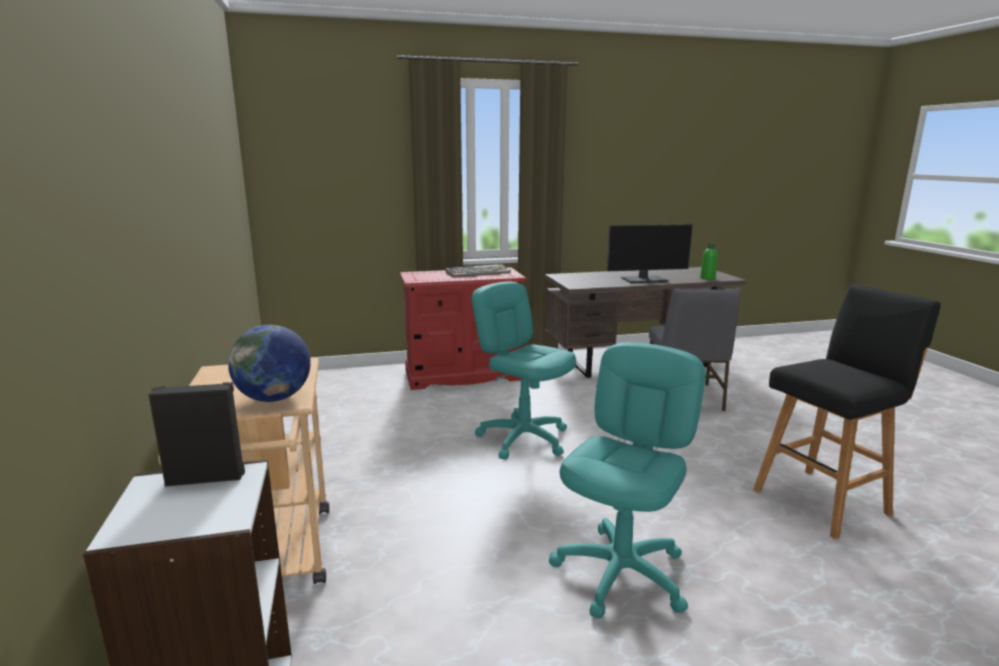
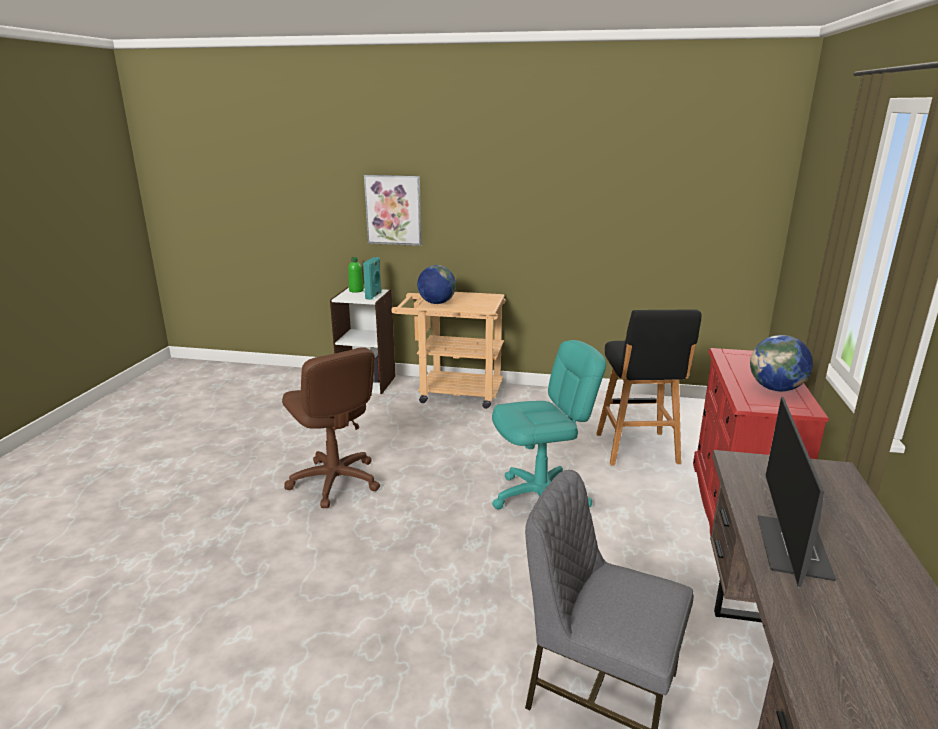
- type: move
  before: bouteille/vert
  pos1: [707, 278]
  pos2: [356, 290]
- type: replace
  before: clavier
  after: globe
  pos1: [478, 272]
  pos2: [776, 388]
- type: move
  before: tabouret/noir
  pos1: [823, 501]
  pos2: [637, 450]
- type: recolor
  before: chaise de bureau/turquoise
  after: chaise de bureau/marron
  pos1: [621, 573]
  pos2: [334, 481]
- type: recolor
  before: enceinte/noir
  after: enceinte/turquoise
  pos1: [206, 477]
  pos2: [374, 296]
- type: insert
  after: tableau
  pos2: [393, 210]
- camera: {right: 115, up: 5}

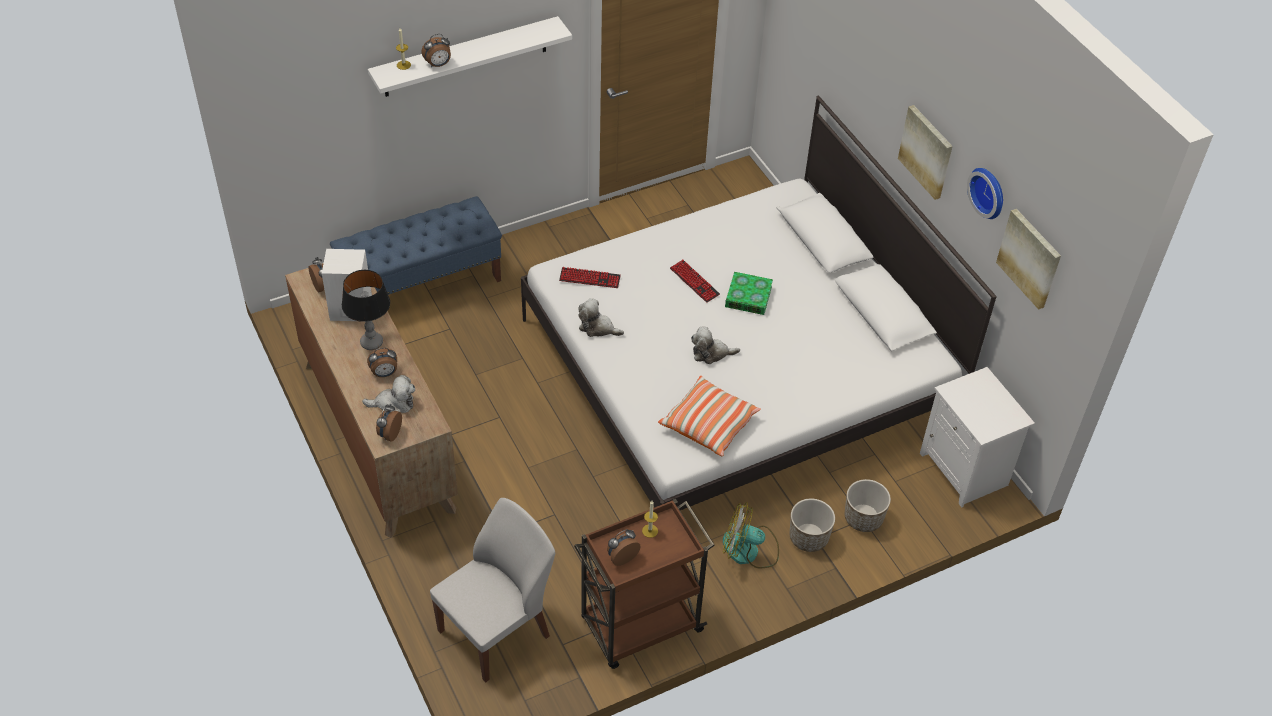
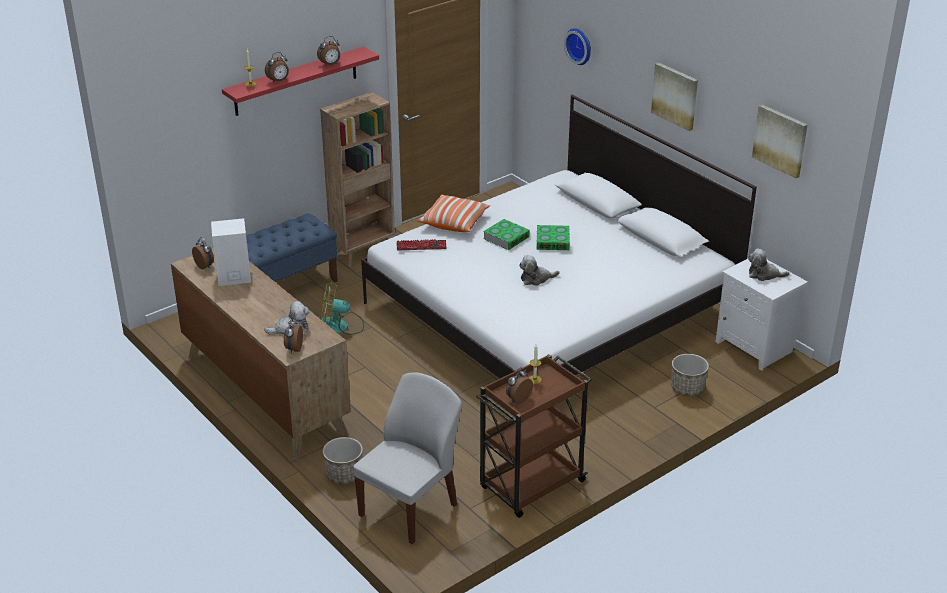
- type: recolor
  before: étagère/blanc
  after: étagère/rouge
  pos1: [465, 57]
  pos2: [296, 81]
- type: move
  before: horloge murale
  pos1: [989, 192]
  pos2: [580, 45]
- type: replace
  before: clavier
  after: livre
  pos1: [694, 282]
  pos2: [506, 238]
- type: delete
  before: lampe de table
  pos1: [371, 343]
- type: move
  before: peluche
  pos1: [598, 328]
  pos2: [764, 274]
- type: move
  before: réveil
  pos1: [384, 374]
  pos2: [330, 64]
- type: move
  before: coussin
  pos1: [709, 424]
  pos2: [454, 222]
- type: move
  before: cache-pot
  pos1: [808, 537]
  pos2: [344, 475]
- type: move
  before: ventilateur
  pos1: [749, 550]
  pos2: [341, 326]
- type: insert
  after: bibliothèque/marron
  pos2: [363, 251]
- camera: {right: -10, up: -15}

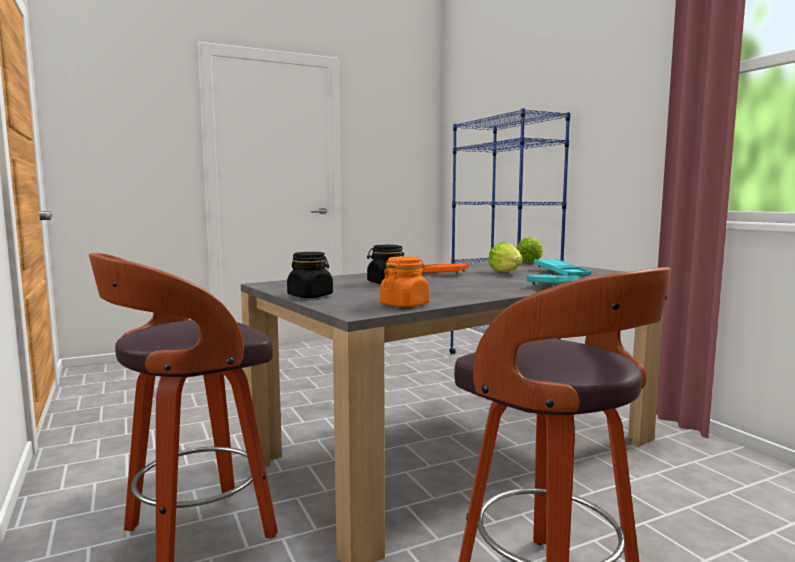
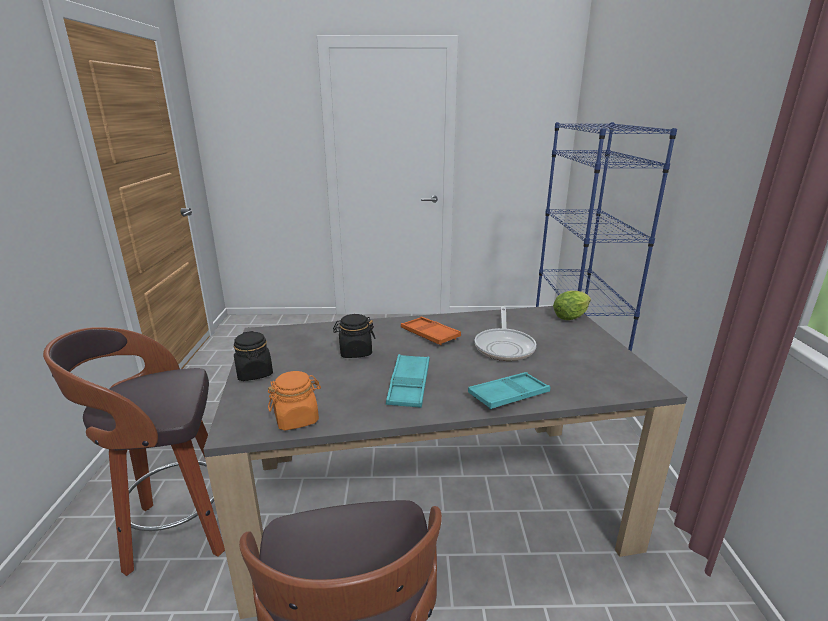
- type: replace
  before: laitue
  after: poêle
  pos1: [507, 273]
  pos2: [504, 346]
- type: move
  before: plateau/turquoise
  pos1: [561, 272]
  pos2: [409, 385]
- camera: {right: 25, up: 15}

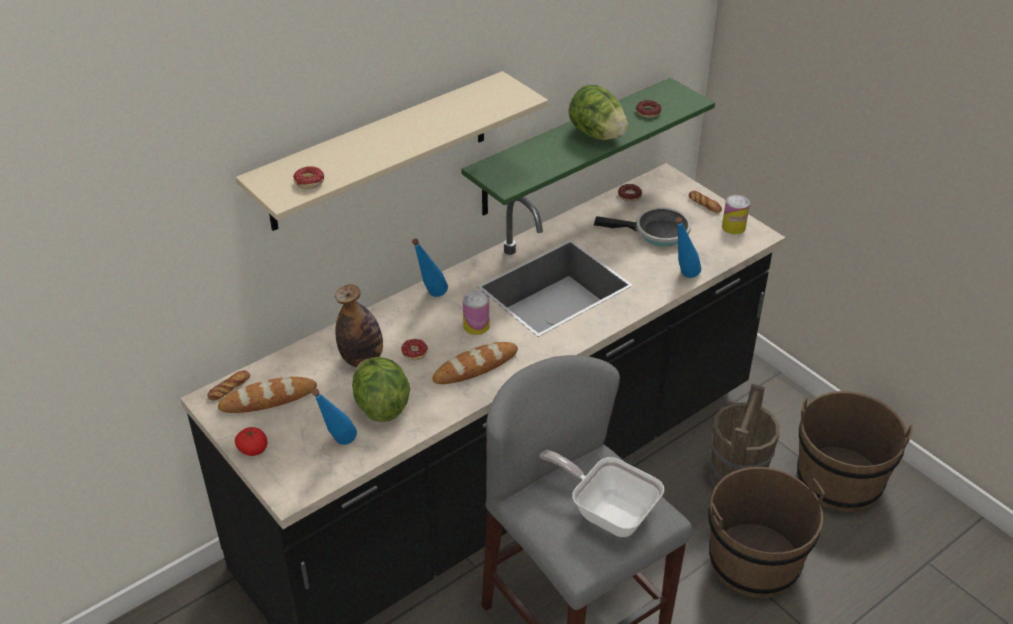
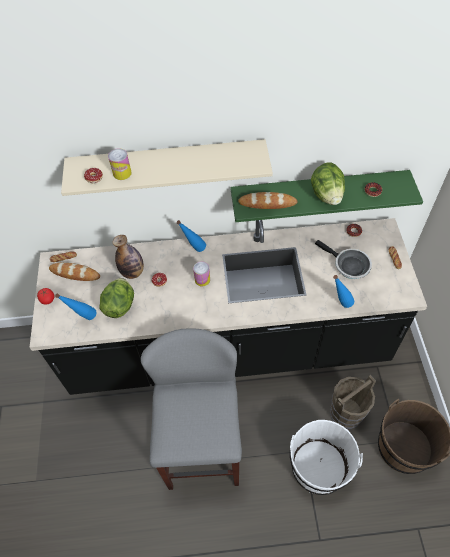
- type: move
  before: boîte métallique
  pos1: [733, 227]
  pos2: [122, 173]
- type: move
  before: pain
  pos1: [475, 367]
  pos2: [267, 203]
- type: delete
  before: poêle
  pos1: [607, 511]
- type: recolor
  before: seau/marron
  after: seau/blanc
  pos1: [754, 561]
  pos2: [318, 467]
- camera: {right: 35, up: 15}

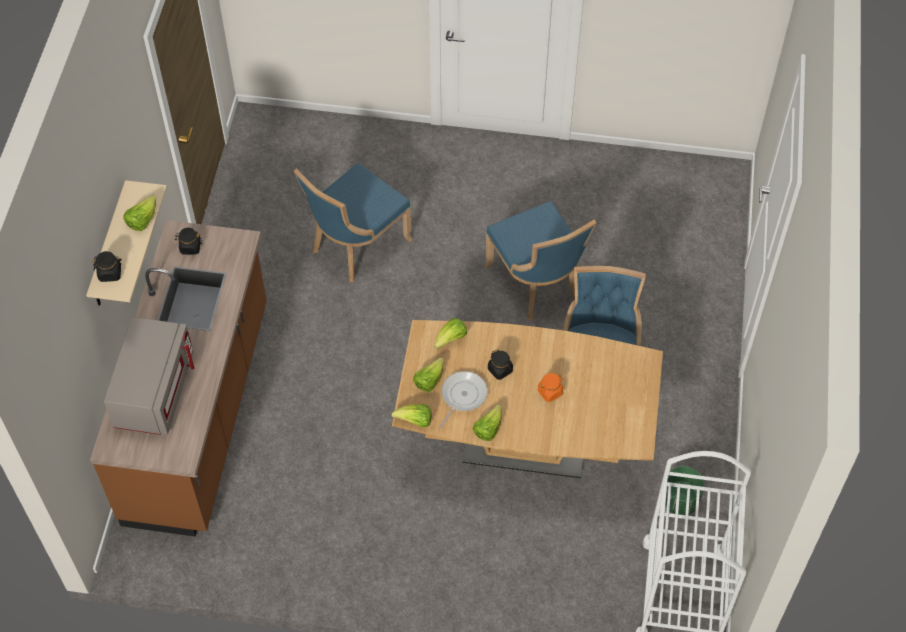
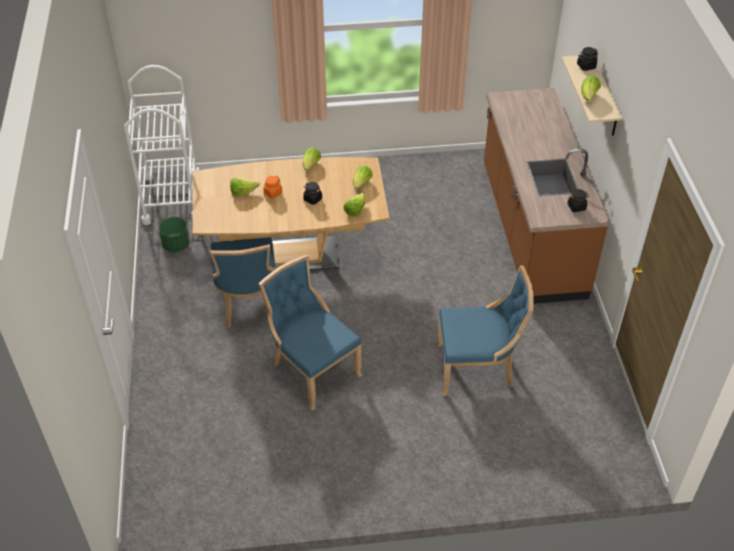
- type: rotate
  before: chaise/bleu
  pos1: [356, 246]
  pos2: [477, 368]
  turn: 60
- type: delete
  before: micro-ondes/gris
  pos1: [154, 391]
- type: delete
  before: poêle
  pos1: [462, 396]
- type: move
  before: laitue
  pos1: [415, 421]
  pos2: [243, 192]
- camera: {right: 165, up: -10}

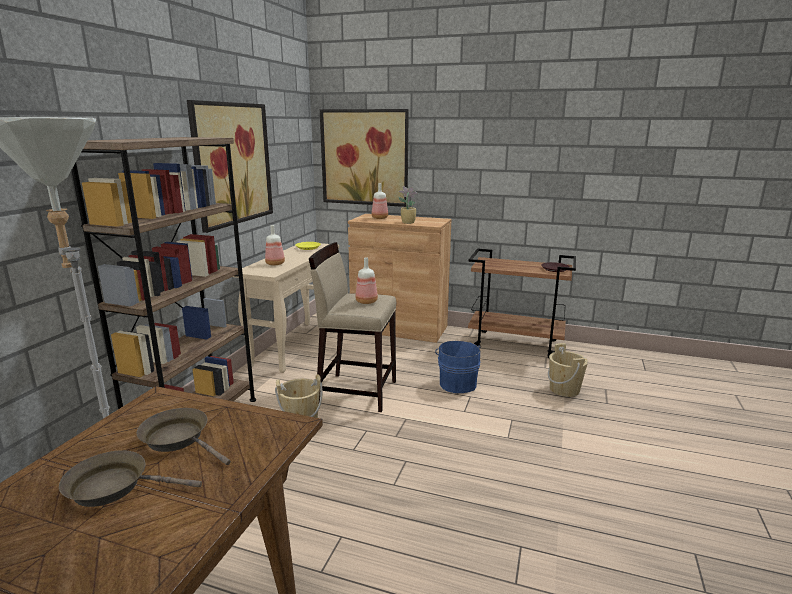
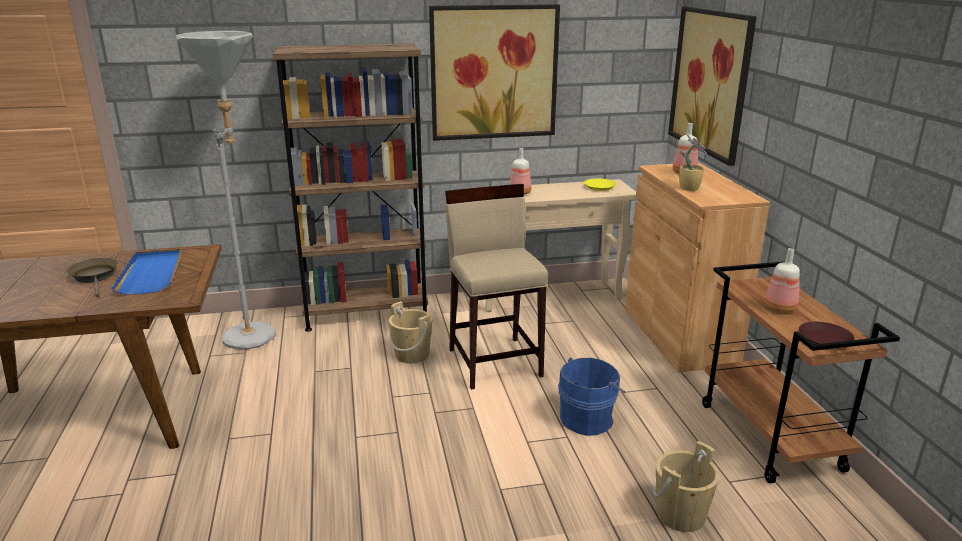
- type: move
  before: bouteille
  pos1: [366, 301]
  pos2: [779, 308]
- type: replace
  before: poêle/marron
  after: plateau/bleu
  pos1: [179, 439]
  pos2: [151, 274]
- camera: {right: 60, up: 5}

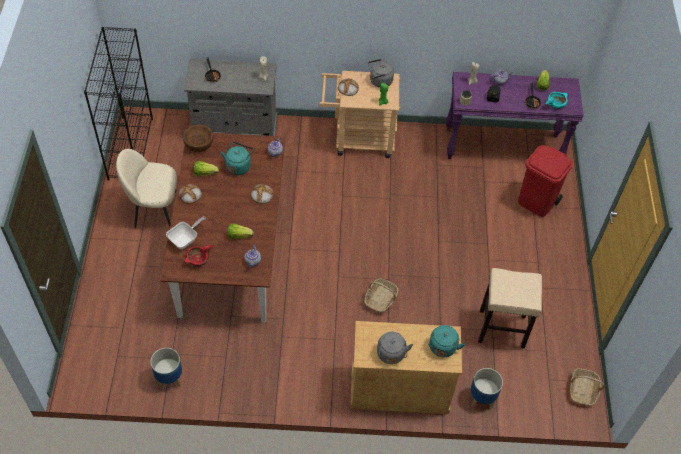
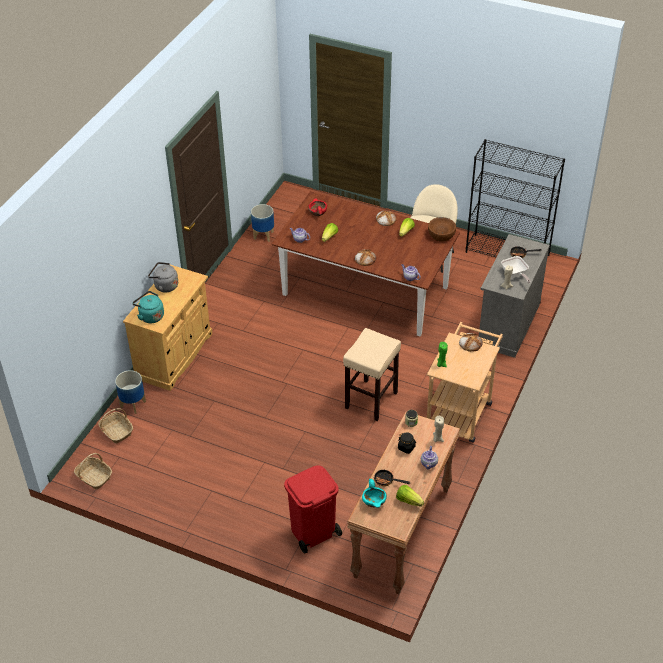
- type: delete
  before: bouilloire/gris
  pos1: [379, 82]
- type: recolor
  before: table console/violet
  after: table console/marron
  pos1: [503, 146]
  pos2: [402, 533]
- type: delete
  before: bouilloire/turquoise
  pos1: [239, 166]
- type: move
  before: poêle
  pos1: [185, 239]
  pos2: [515, 275]
- type: move
  before: tabouret/beige
  pos1: [502, 329]
  pos2: [371, 400]
- type: move
  before: panier
  pos1: [380, 299]
  pos2: [116, 431]
- camera: {right: 115, up: -10}

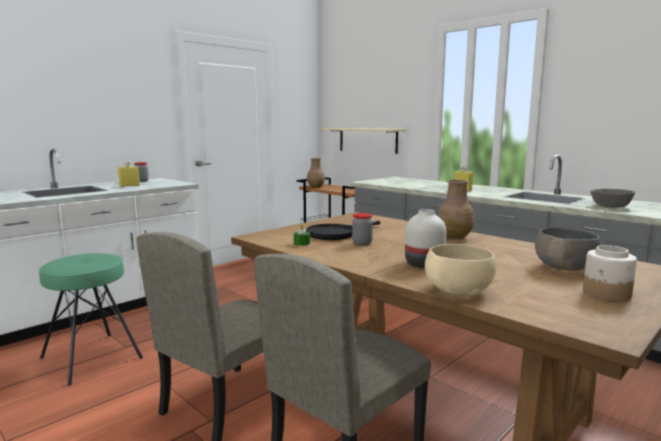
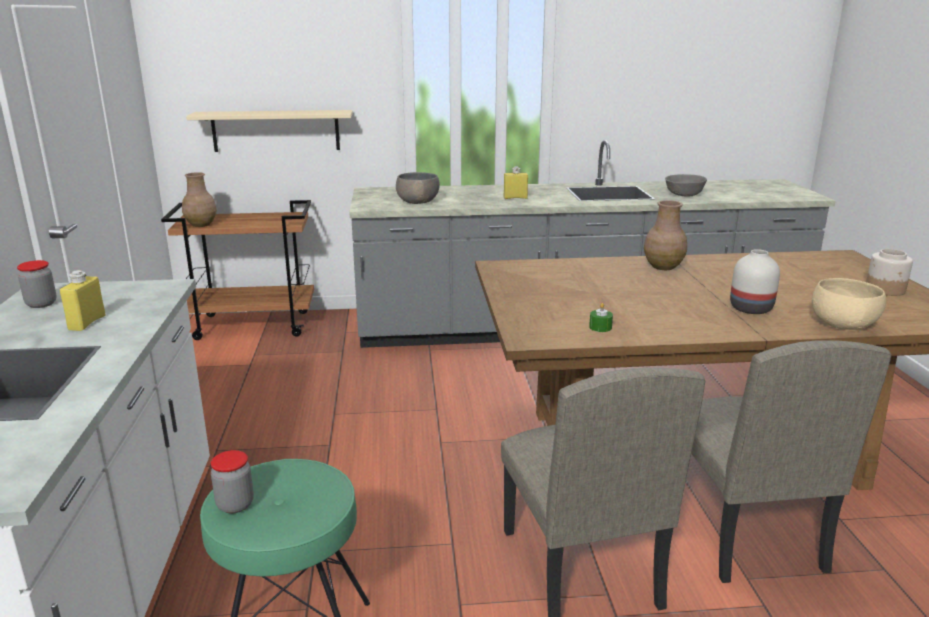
- type: move
  before: bocal
  pos1: [362, 243]
  pos2: [235, 505]
- type: delete
  before: poêle/noir
  pos1: [337, 234]
- type: move
  before: bol/gris
  pos1: [564, 267]
  pos2: [417, 202]
- camera: {right: -50, up: 10}

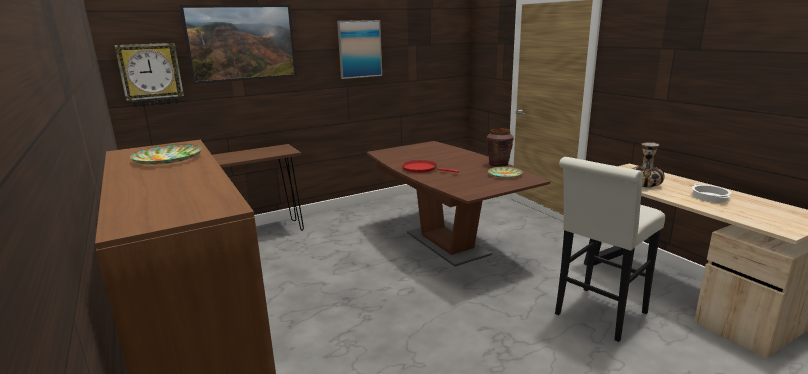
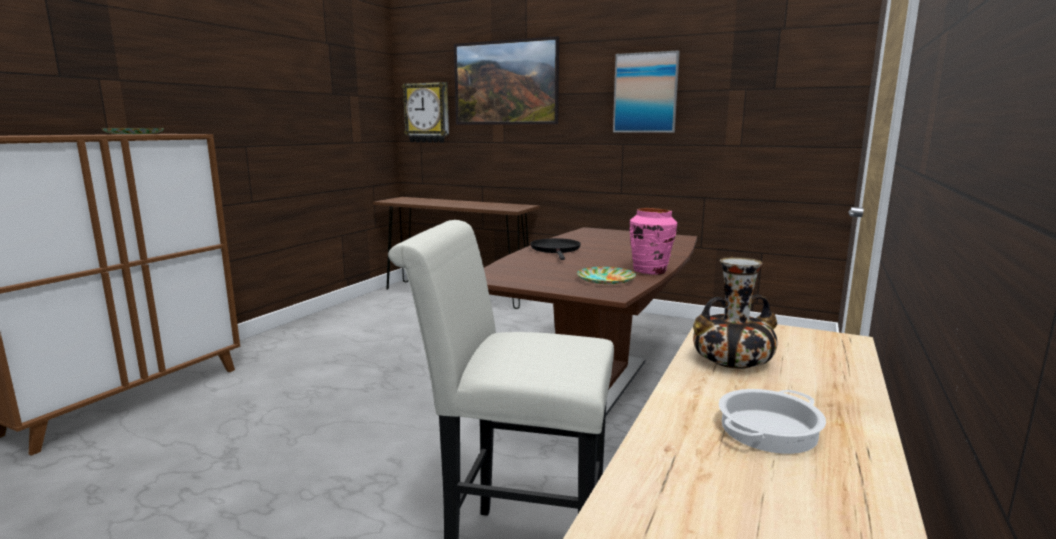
- type: recolor
  before: vase/marron
  after: vase/rose
  pos1: [498, 164]
  pos2: [650, 271]
- type: recolor
  before: poêle/rouge
  after: poêle/noir
  pos1: [422, 169]
  pos2: [556, 250]
- camera: {right: 55, up: -5}

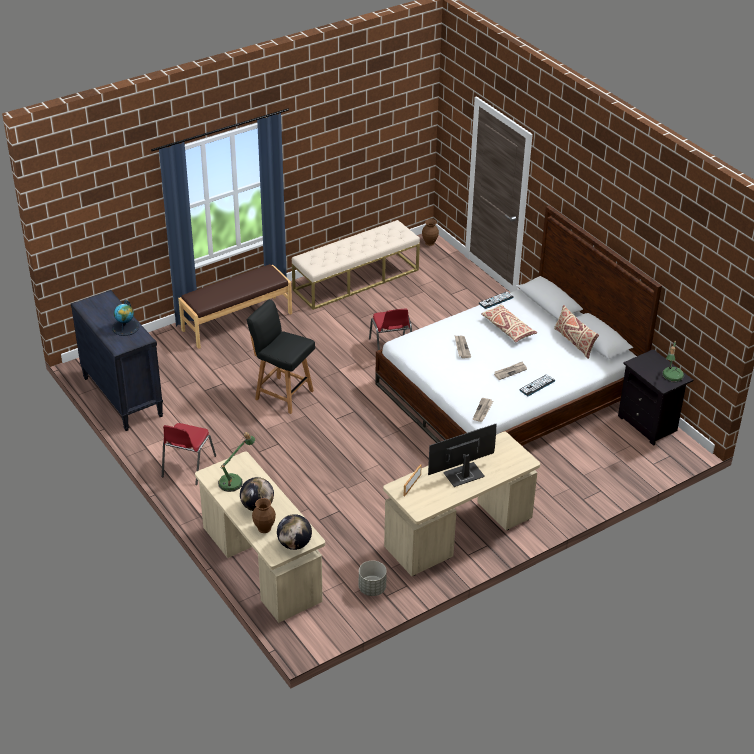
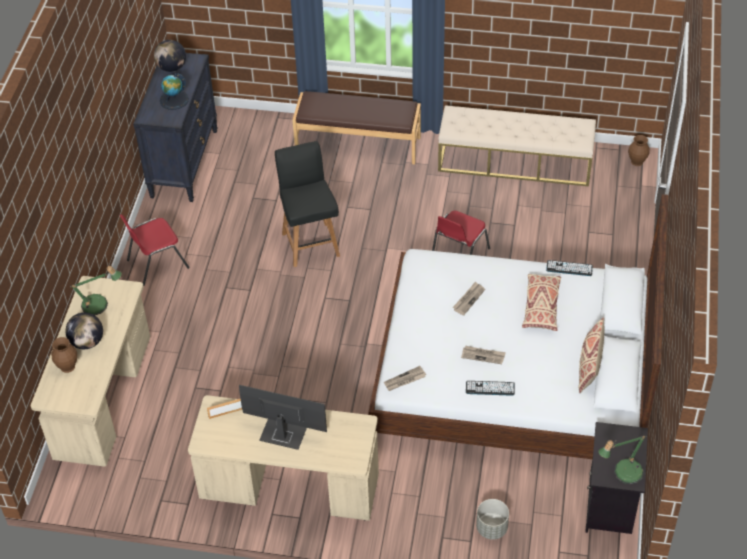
- type: move
  before: globe
  pos1: [294, 544]
  pos2: [171, 68]
- type: move
  before: cache-pot/gris
  pos1: [372, 588]
  pos2: [492, 528]
- camera: {right: 45, up: 10}

